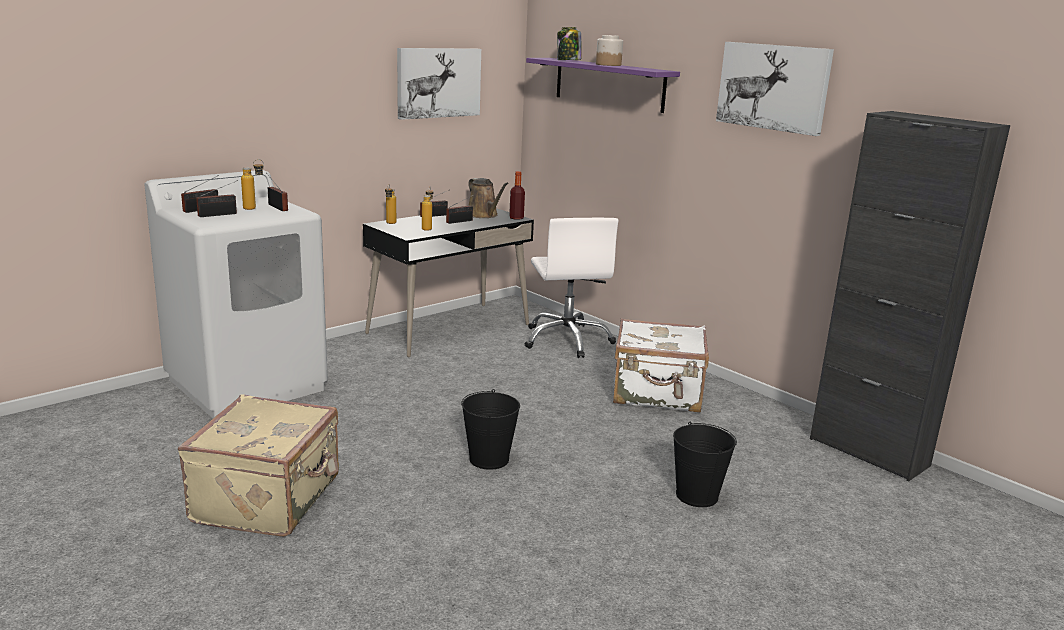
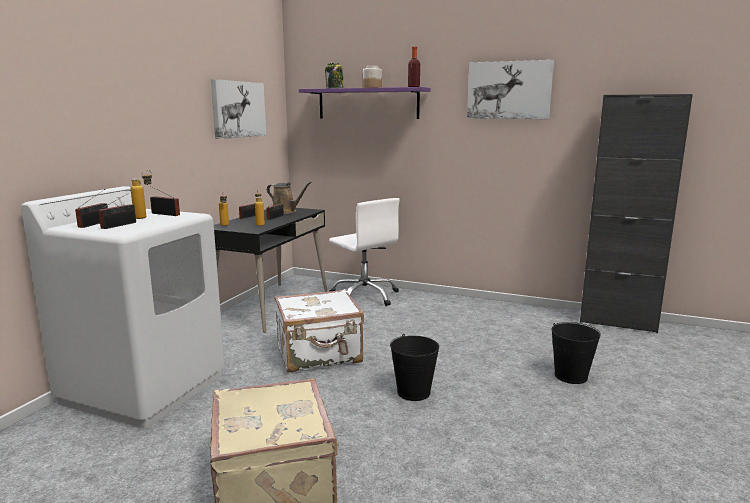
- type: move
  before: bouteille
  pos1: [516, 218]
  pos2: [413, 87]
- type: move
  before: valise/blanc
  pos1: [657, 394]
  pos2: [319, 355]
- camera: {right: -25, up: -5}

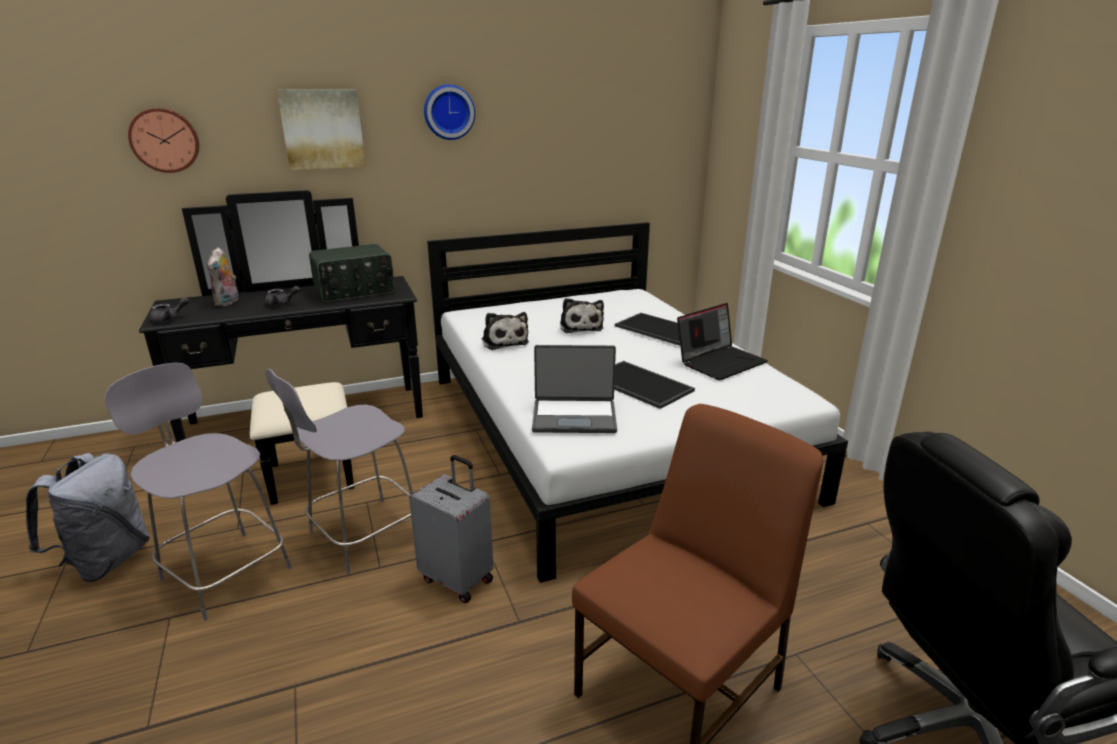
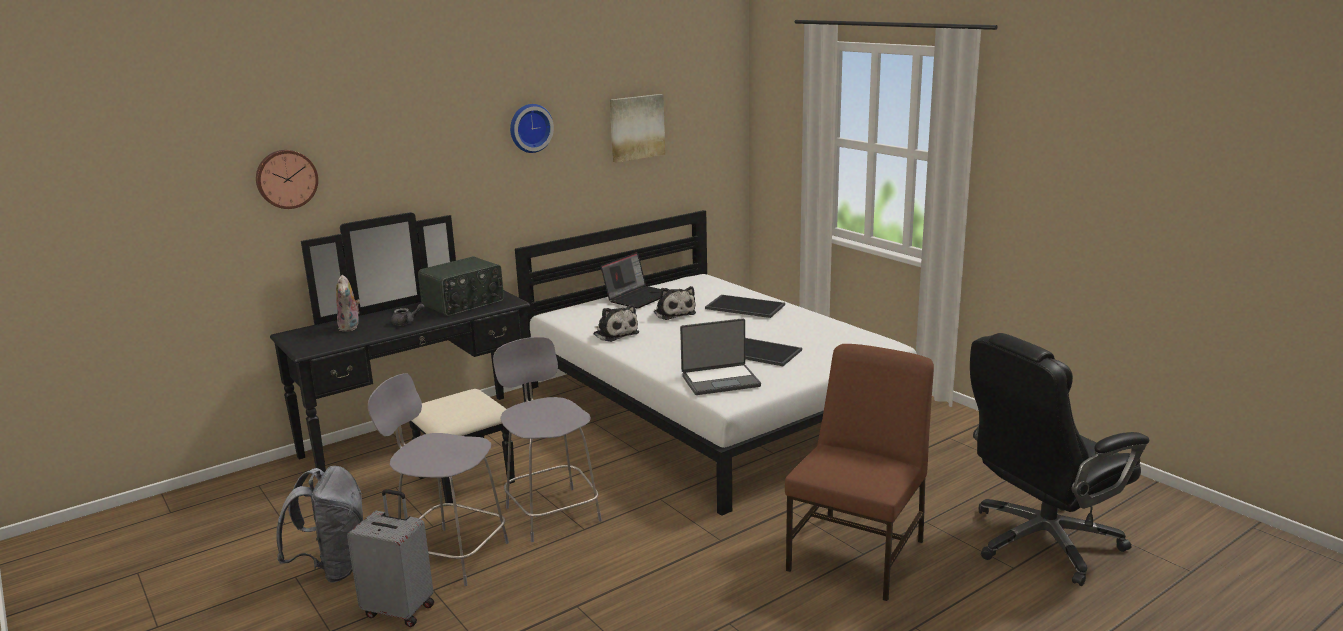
- type: move
  before: tableau
  pos1: [322, 129]
  pos2: [636, 127]
- type: delete
  before: théière/gris
  pos1: [169, 319]
- type: move
  before: ordinateur portable
  pos1: [720, 361]
  pos2: [638, 297]
- type: rotate
  before: chaise/gris
  pos1: [362, 536]
  pos2: [551, 512]
  turn: 120
- type: move
  before: valise/gris
  pos1: [458, 579]
  pos2: [400, 609]
- camera: {right: -15, up: -5}

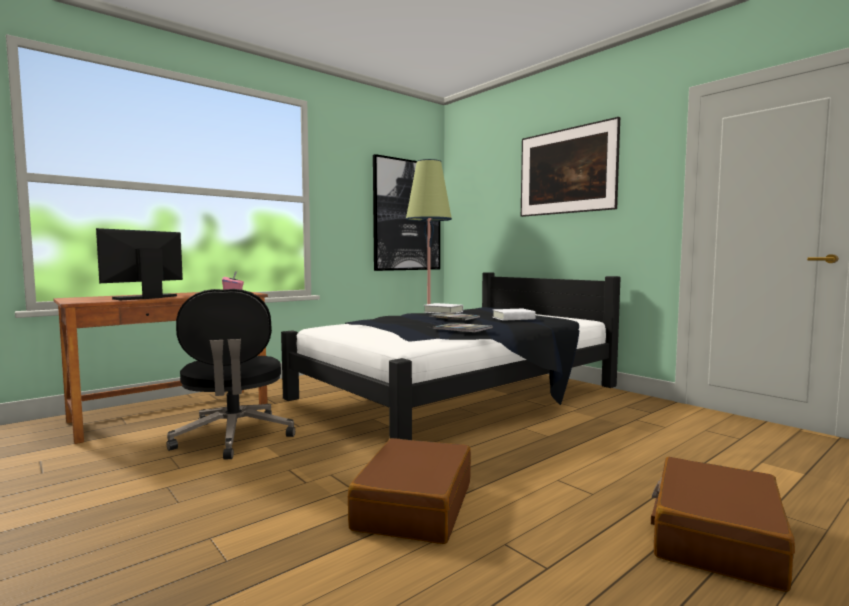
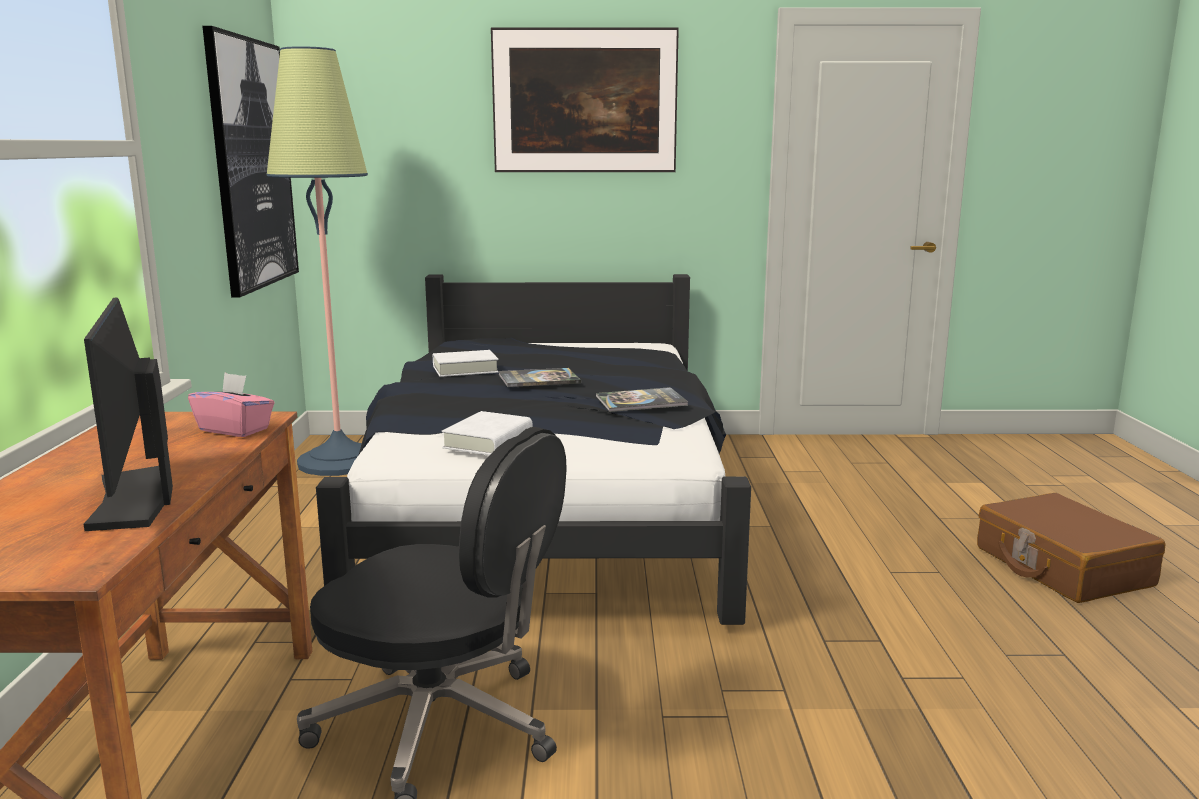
- type: move
  before: livre/blanc
  pos1: [513, 318]
  pos2: [488, 441]
- type: delete
  before: valise/marron
  pos1: [413, 505]
- camera: {right: -50, up: 10}

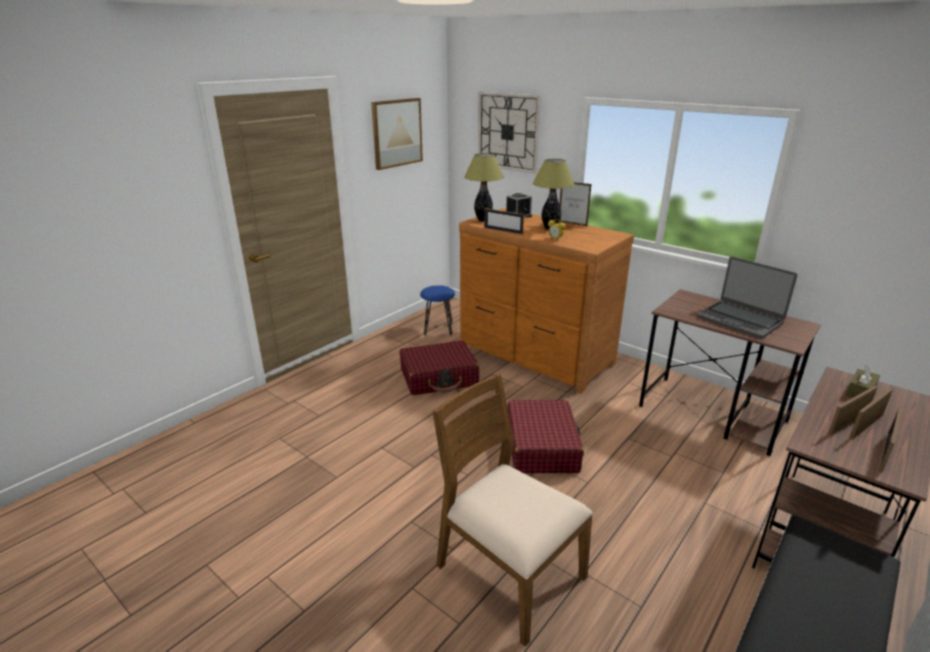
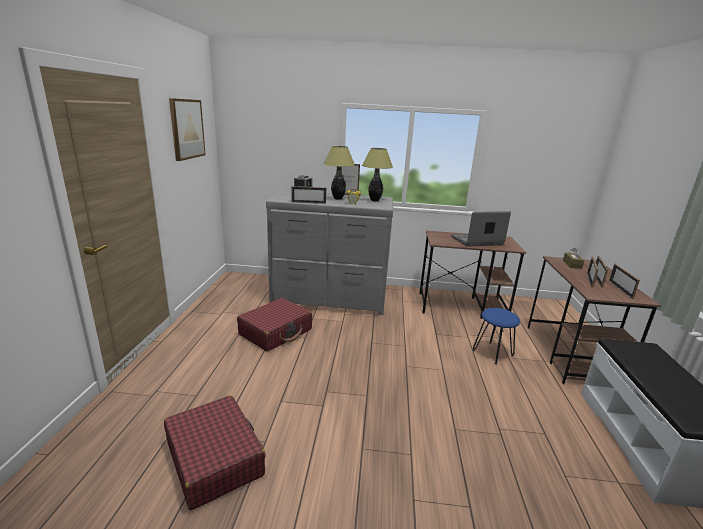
- type: delete
  before: horloge murale
  pos1: [508, 132]
- type: move
  before: lampe de table
  pos1: [483, 220]
  pos2: [374, 200]
- type: recolor
  before: commode/marron
  after: commode/gris
  pos1: [534, 355]
  pos2: [330, 298]
- type: rotate
  before: ordinateur portable
  pos1: [740, 320]
  pos2: [477, 241]
  turn: 150
- type: move
  before: tabouret/bleu
  pos1: [438, 329]
  pos2: [492, 352]
- type: delete
  before: chaise/marron
  pos1: [508, 572]
- type: move
  before: valise/rouge
  pos1: [542, 447]
  pos2: [215, 458]
- camera: {right: -35, up: -5}

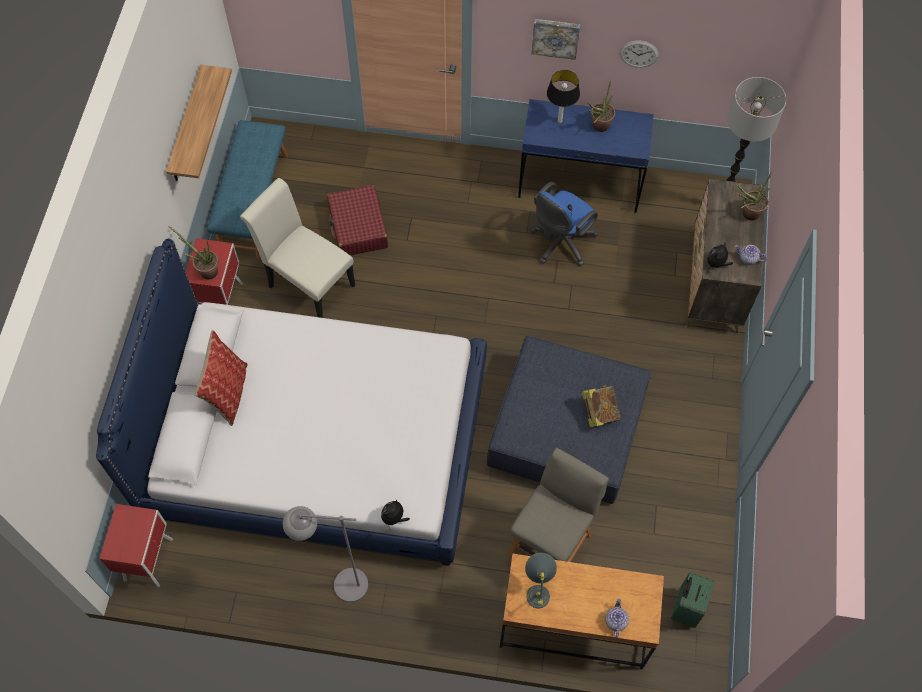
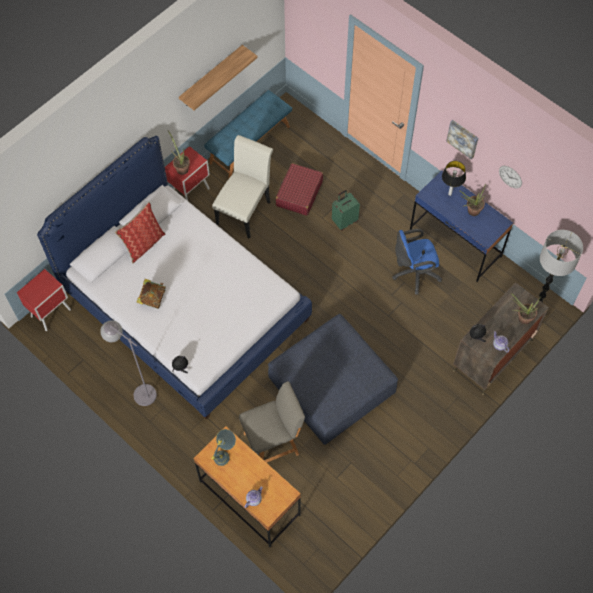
- type: rotate
  before: chaise/blanc
  pos1: [307, 283]
  pos2: [245, 210]
  turn: 45
- type: move
  before: livre
  pos1: [599, 412]
  pos2: [152, 298]
- type: move
  before: valise/vert
  pos1: [685, 608]
  pos2: [344, 221]
- camera: {right: 35, up: 0}

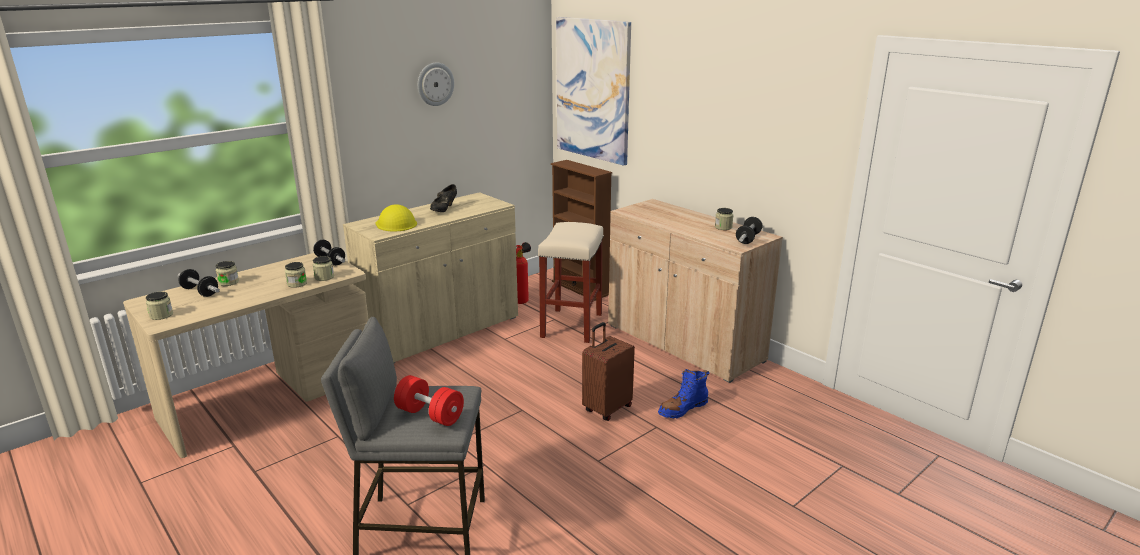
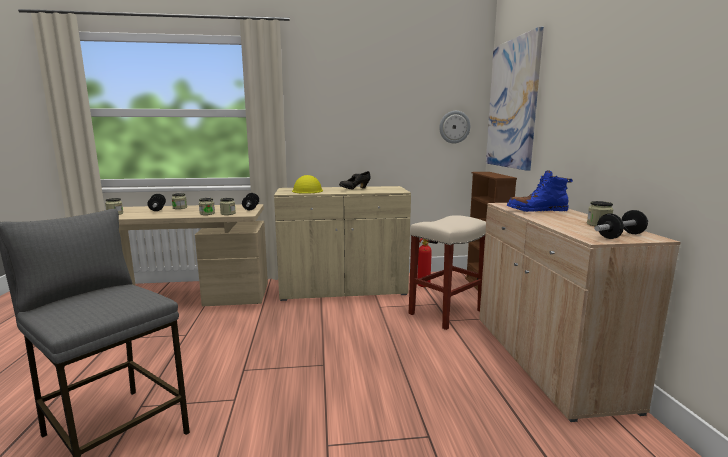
- type: move
  before: horloge murale
  pos1: [435, 84]
  pos2: [454, 127]
- type: delete
  before: valise/marron
  pos1: [606, 408]
- type: move
  before: botte/bleu
  pos1: [683, 409]
  pos2: [536, 211]
- type: delete
  before: haltère/rouge
  pos1: [430, 415]
- camera: {right: 35, up: -10}

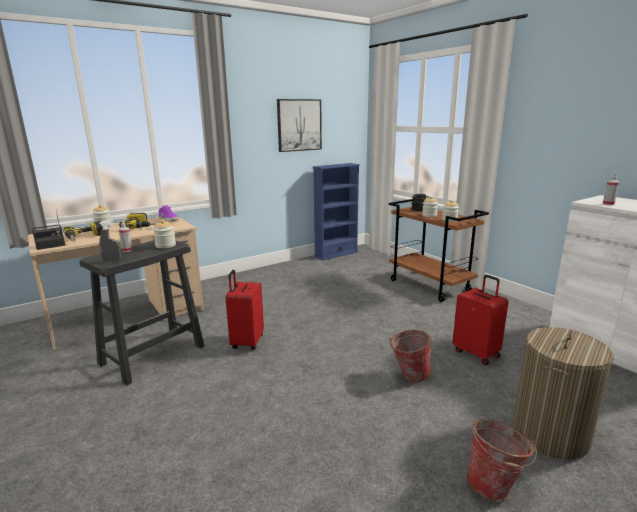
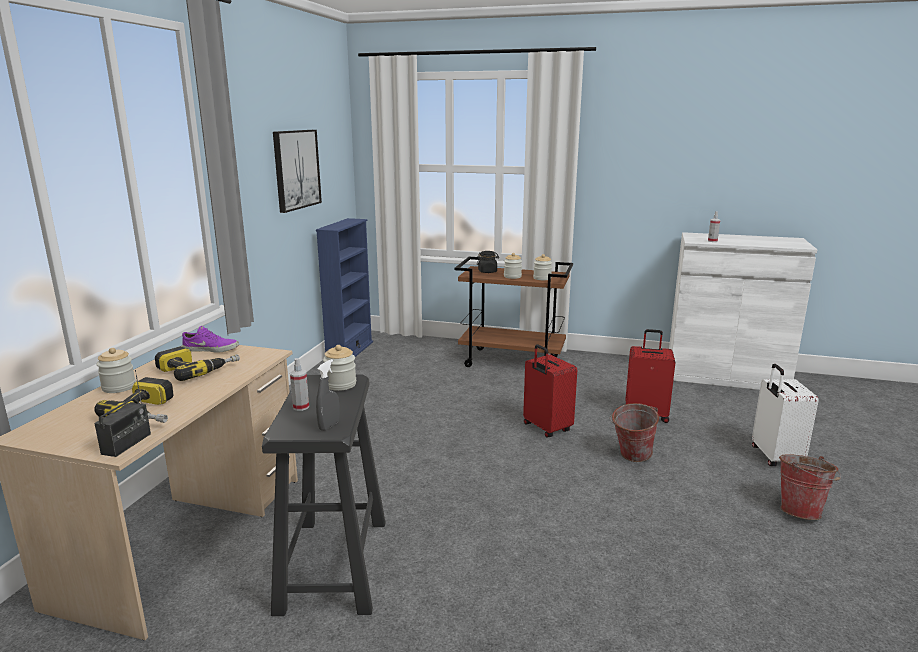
- type: move
  before: valise/rouge
  pos1: [246, 342]
  pos2: [546, 428]
- type: replace
  before: panier à linge
  after: valise/blanc
  pos1: [550, 434]
  pos2: [774, 457]
- camera: {right: -40, up: 0}

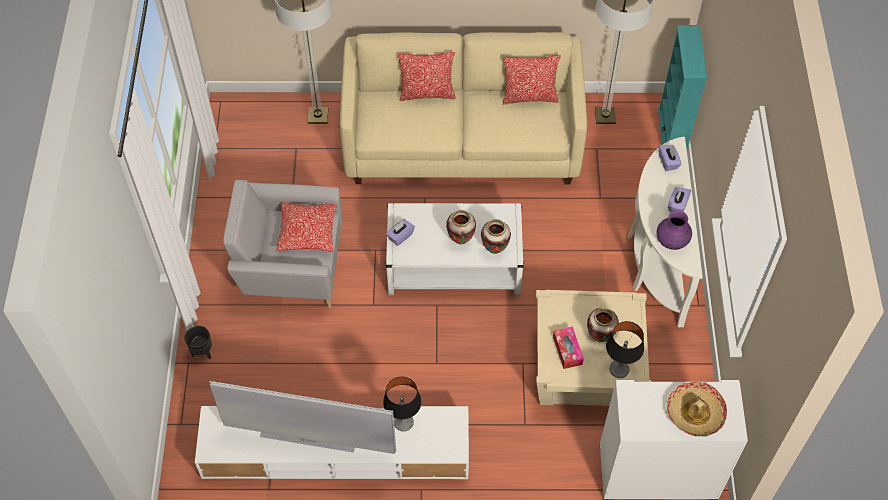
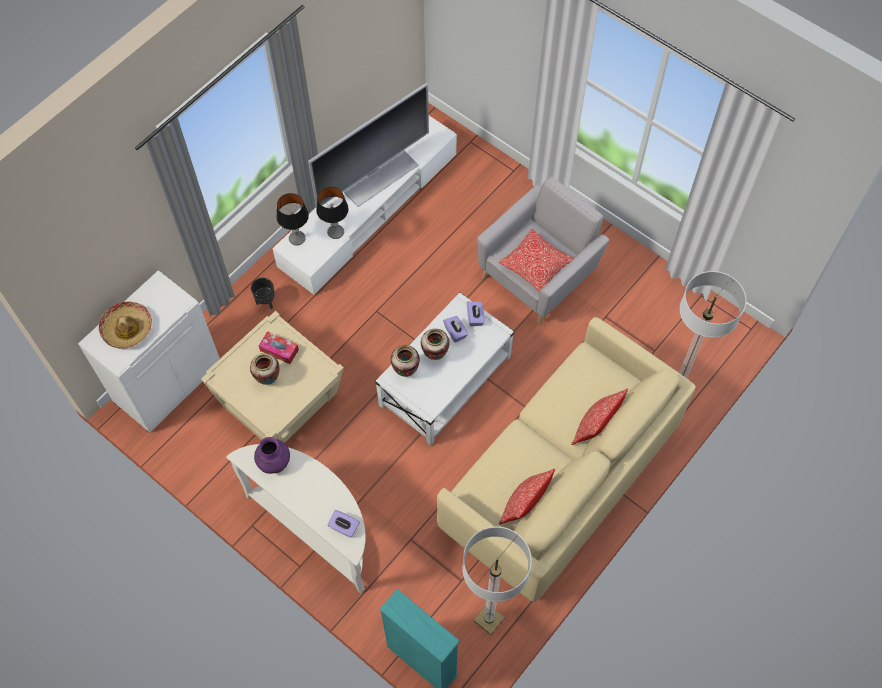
- type: move
  before: boîte à mouchoirs/violet
  pos1: [677, 205]
  pos2: [455, 332]
- type: move
  before: lampe de table
  pos1: [619, 369]
  pos2: [297, 238]
- type: move
  before: cache-pot/noir
  pos1: [202, 352]
  pos2: [266, 302]
- camera: {right: 130, up: 5}

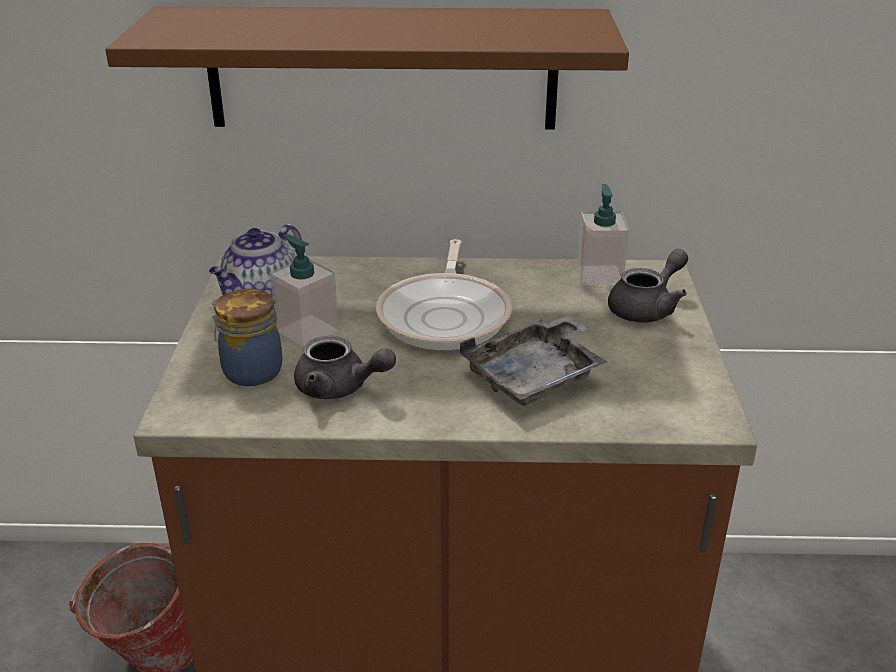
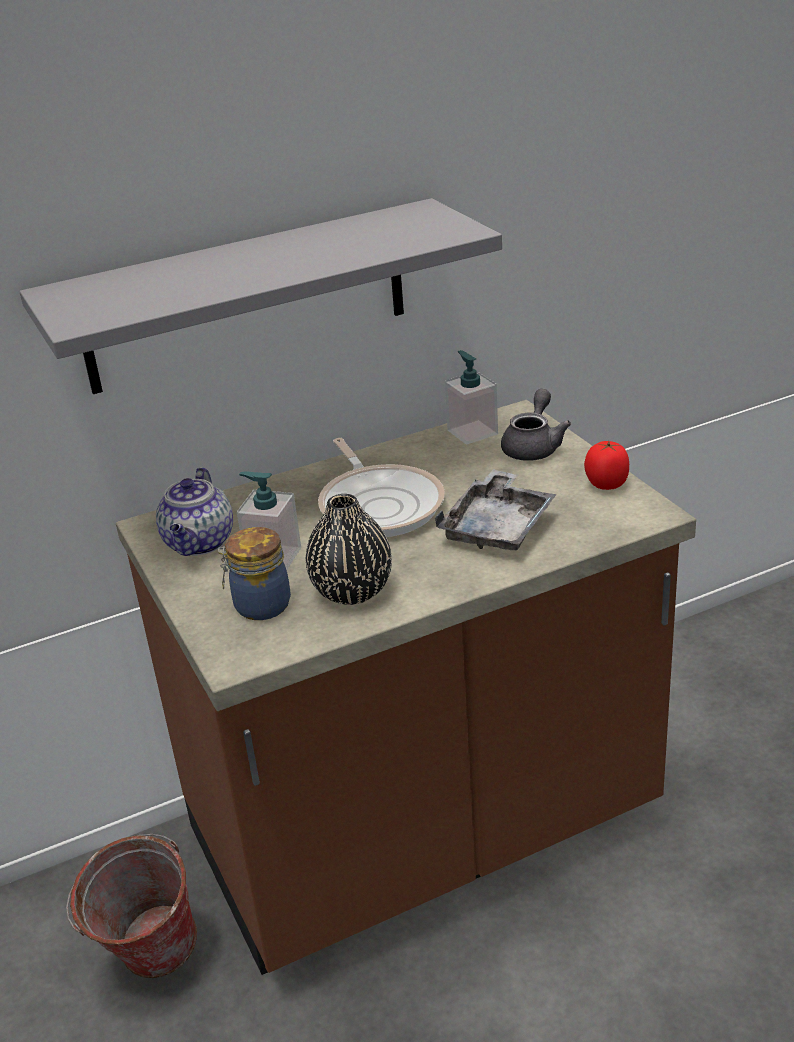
- type: recolor
  before: étagère/marron
  after: étagère/gris
  pos1: [382, 69]
  pos2: [246, 297]
- type: replace
  before: théière/gris
  after: vase/noir
  pos1: [340, 388]
  pos2: [352, 591]
- type: insert
  after: tomate
  pos2: [607, 484]
- camera: {right: -25, up: 0}

